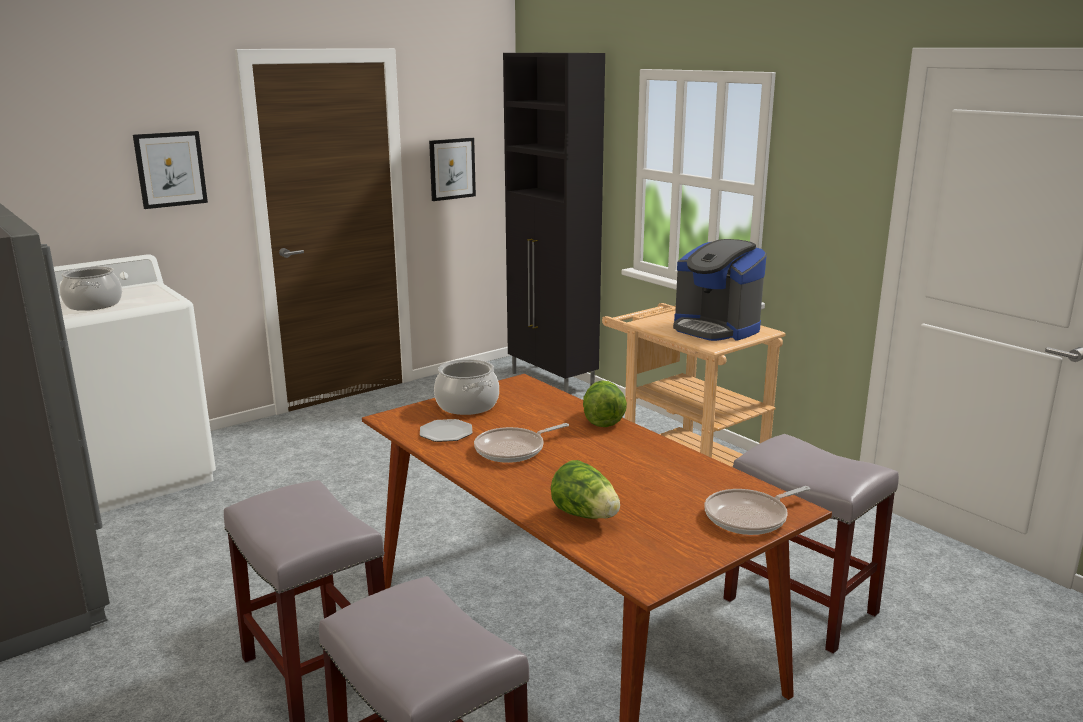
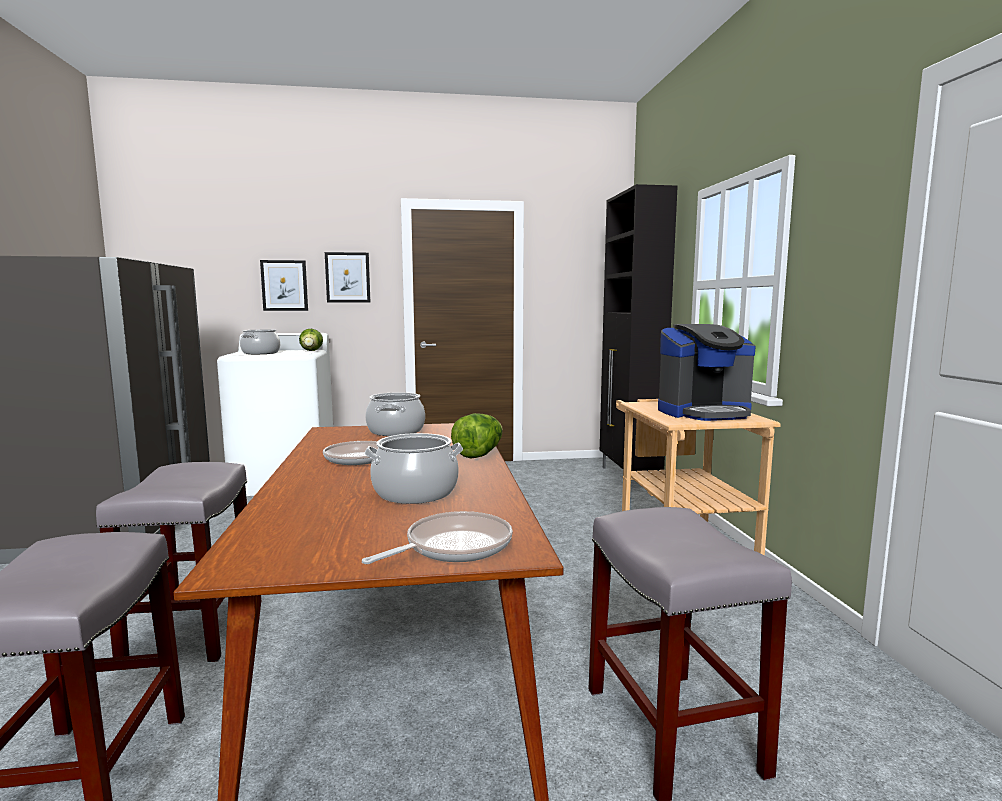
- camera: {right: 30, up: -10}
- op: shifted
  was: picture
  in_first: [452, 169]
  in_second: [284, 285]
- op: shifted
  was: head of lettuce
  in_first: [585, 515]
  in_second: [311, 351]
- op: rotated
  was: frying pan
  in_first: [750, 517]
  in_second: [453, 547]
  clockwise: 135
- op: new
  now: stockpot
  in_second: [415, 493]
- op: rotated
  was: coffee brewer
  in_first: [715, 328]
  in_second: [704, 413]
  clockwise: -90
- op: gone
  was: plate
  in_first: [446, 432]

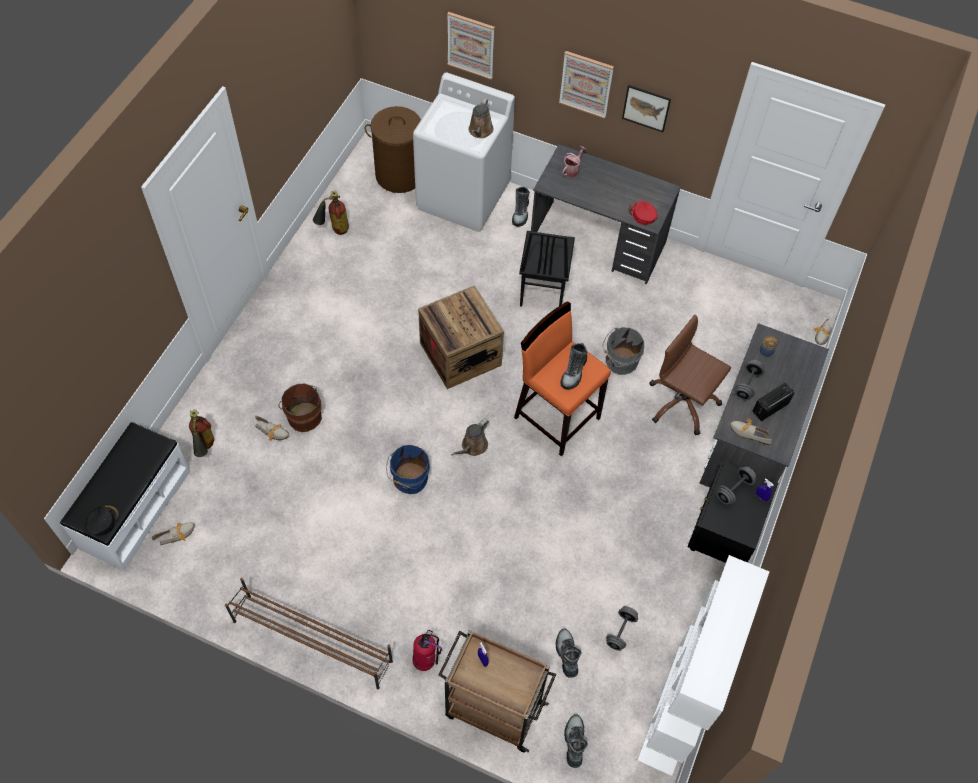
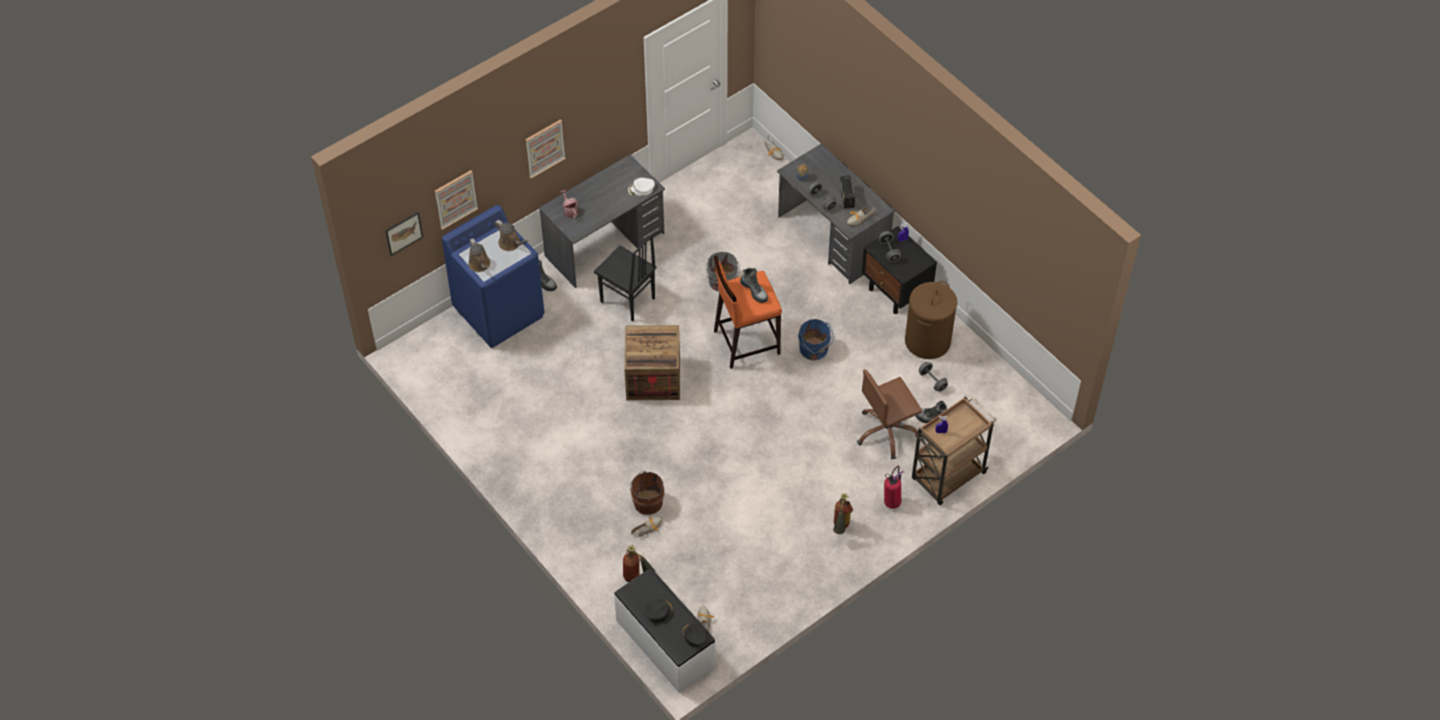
- camera: {right: -60, up: -5}
- op: shifted
  was: picture
  in_first: [646, 108]
  in_second: [403, 233]
- op: repainted
  was: washing machine in white-coloured
  now: washing machine in bluish
  in_first: [463, 196]
  in_second: [499, 312]
- op: shifted
  was: watering can in brown
  in_first: [472, 446]
  in_second: [480, 265]
- op: repainted
  was: cap in red-coloured
  now: cap in white-coloured
  in_first: [642, 214]
  in_second: [641, 189]
- op: new
  now: cap in black
  in_second: [659, 611]
- op: shifted
  was: water bucket in bluish
  in_first: [409, 479]
  in_second: [814, 350]
- op: shifted
  was: extinguisher
  in_first: [334, 230]
  in_second: [840, 529]
- op: shifted
  was: desk chair in brown
  in_first: [682, 403]
  in_second: [887, 432]
- op: shifted
  was: laundry basket in brown
  in_first: [399, 175]
  in_second: [927, 341]
- op: gone
  was: shoe stand in brown
  in_first: [311, 640]
- op: gone
  was: tall boot
  in_first: [574, 742]
- op: gone
  was: shelving unit in white-coloured
  in_first: [676, 709]

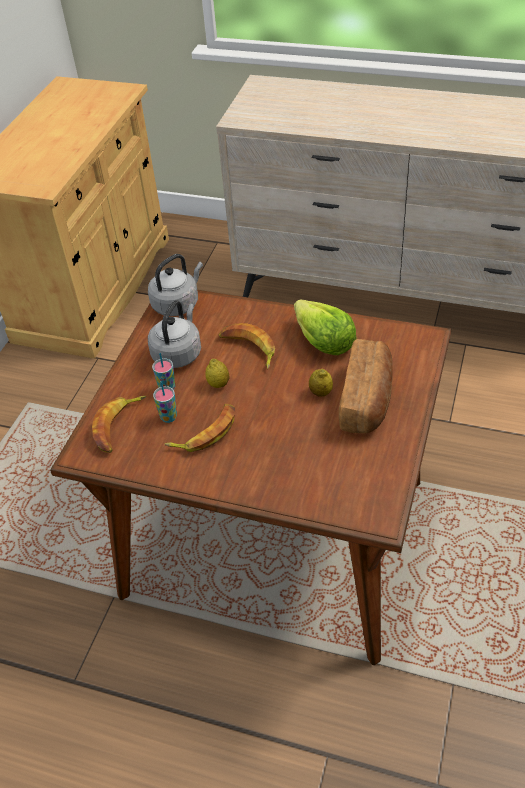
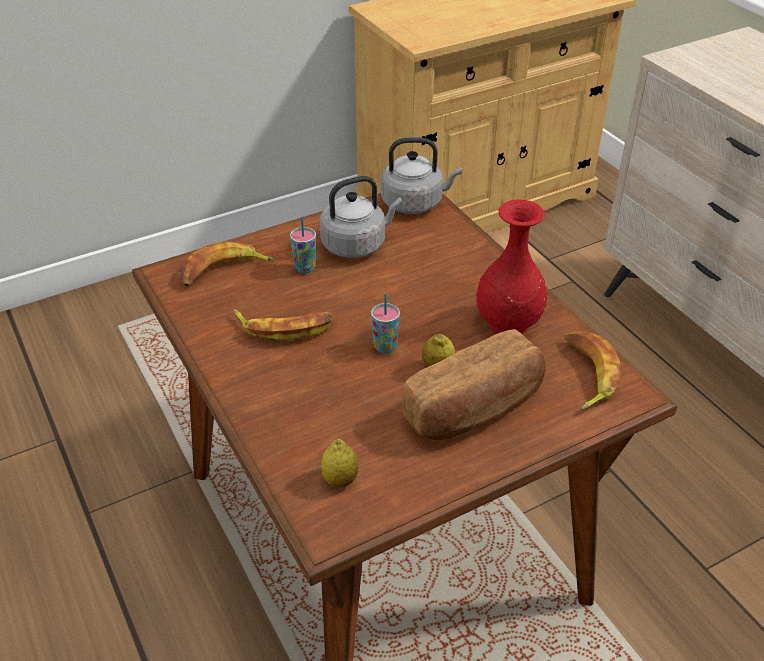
- camera: {right: 40, up: -5}
- op: shifted
  was: citrus fruit
  in_first: [218, 384]
  in_second: [340, 479]
- op: shifted
  was: cup
  in_first: [168, 417]
  in_second: [385, 347]
- op: swapped
  was: head of lettuce
  now: decorative vase in red-coloured
  in_first: [323, 342]
  in_second: [507, 323]
- op: shifted
  was: banana fruit
  in_first: [248, 349]
  in_second: [586, 373]

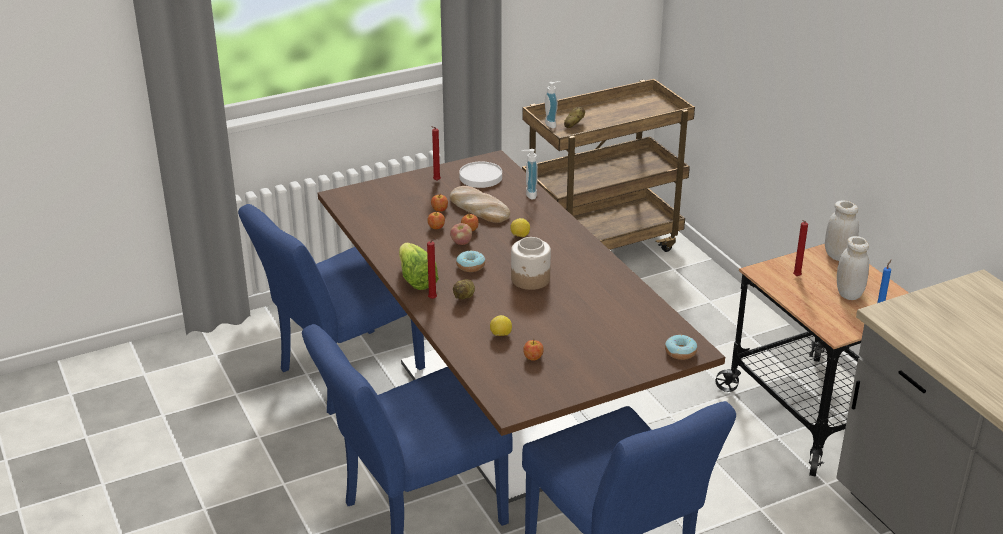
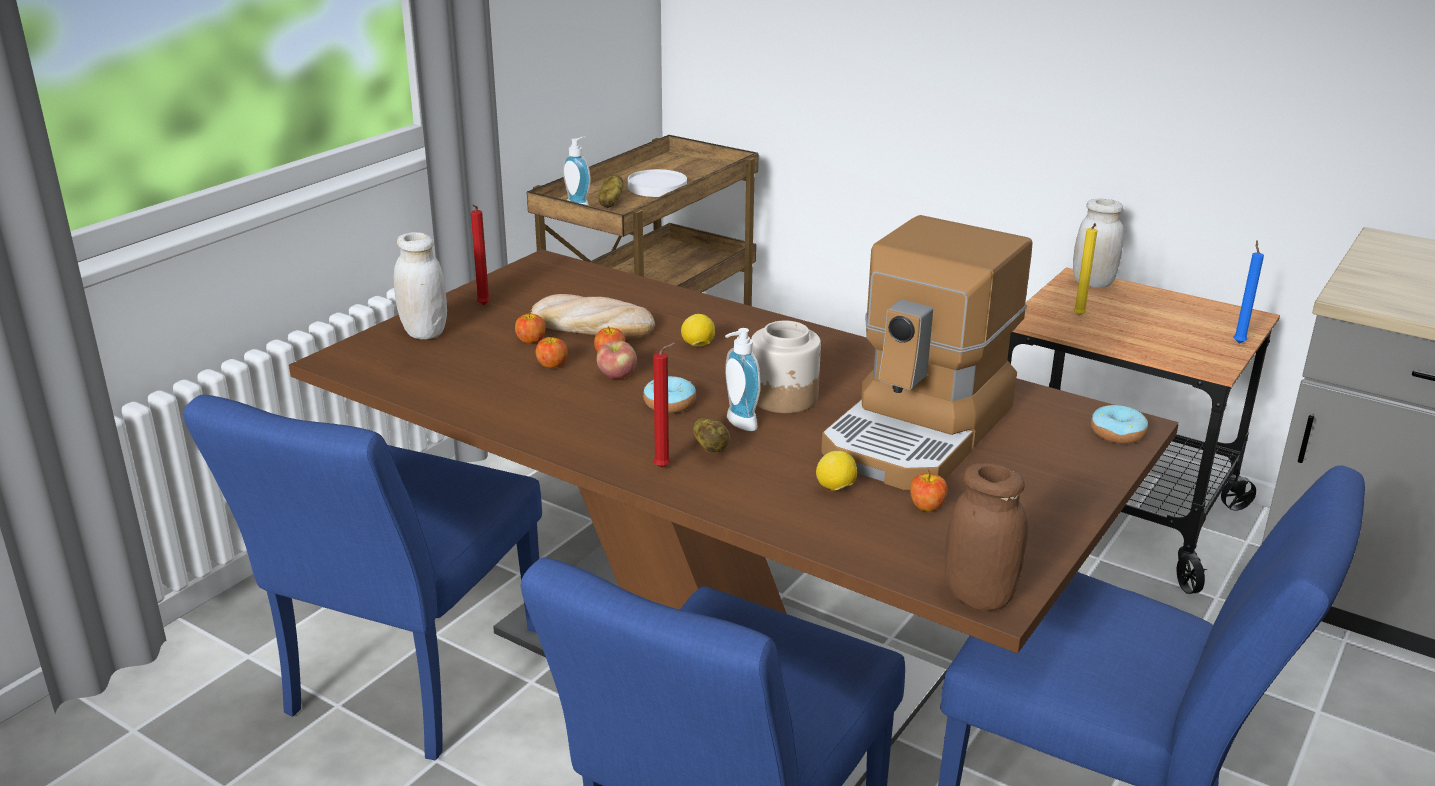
- camera: {right: -30, up: -5}
- op: shifted
  was: preserve jar in white-coloured
  in_first: [849, 294]
  in_second: [424, 332]
- op: shifted
  was: plate in white-coloured
  in_first: [480, 177]
  in_second: [656, 187]
- op: shifted
  was: soap dispenser
  in_first: [528, 194]
  in_second: [737, 424]
- op: new
  now: coffee brewer
  in_second: [921, 432]
- op: new
  now: preserve jar in brown
  in_second: [979, 597]
- op: repainted
  was: candle in red-coloured
  now: candle in yellowish
  in_first: [796, 277]
  in_second: [1079, 316]
- op: gone
  was: head of lettuce
  in_first: [416, 279]

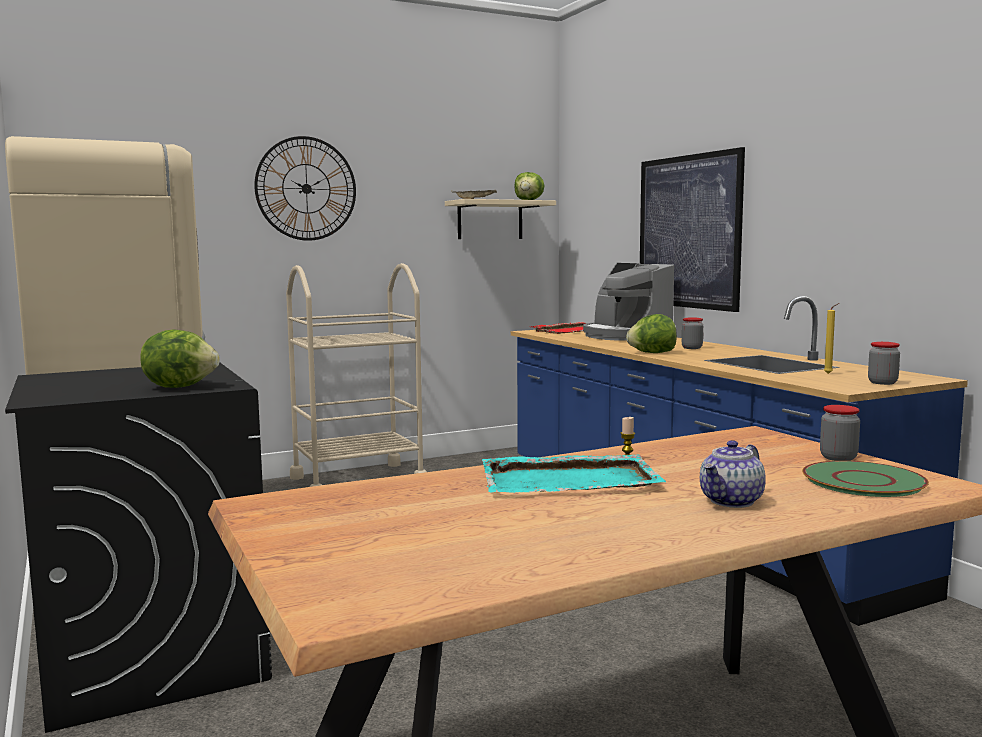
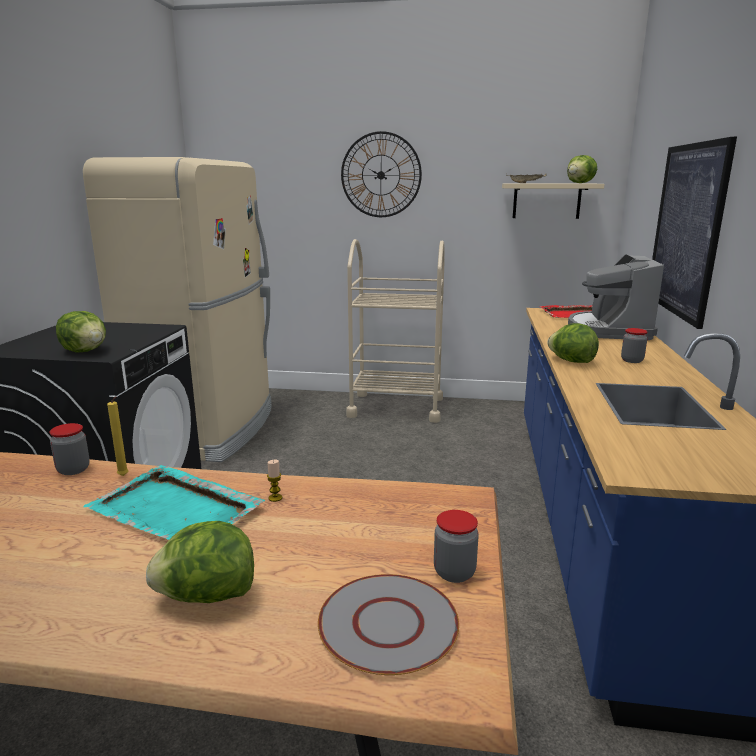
- camera: {right: 35, up: 10}
- op: shifted
  was: preserve jar
  in_first: [882, 383]
  in_second: [73, 469]
- op: shifted
  was: candle in yellowish
  in_first: [829, 374]
  in_second: [124, 476]
- op: swapped
  was: teapot
  now: head of lettuce
  in_first: [732, 501]
  in_second: [207, 596]
- op: repainted
  was: plate in green
  now: plate in grey
  in_first: [863, 481]
  in_second: [389, 624]

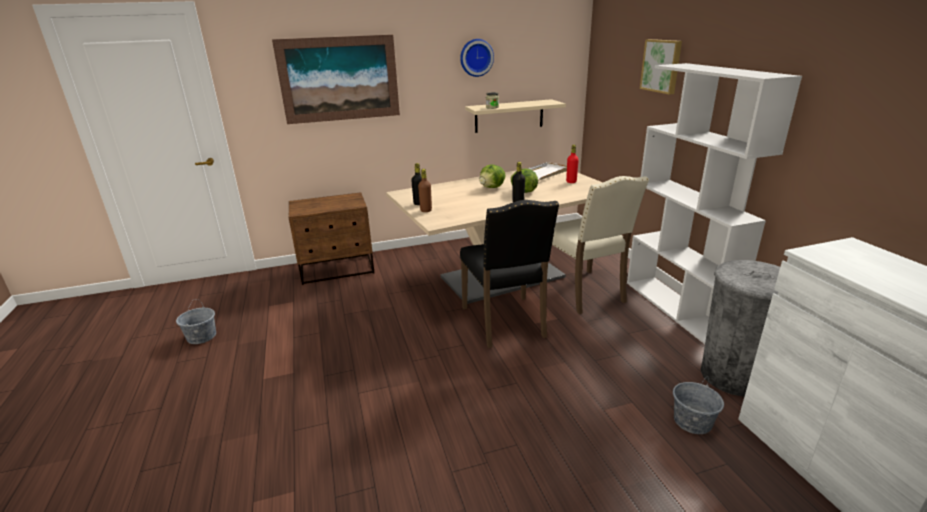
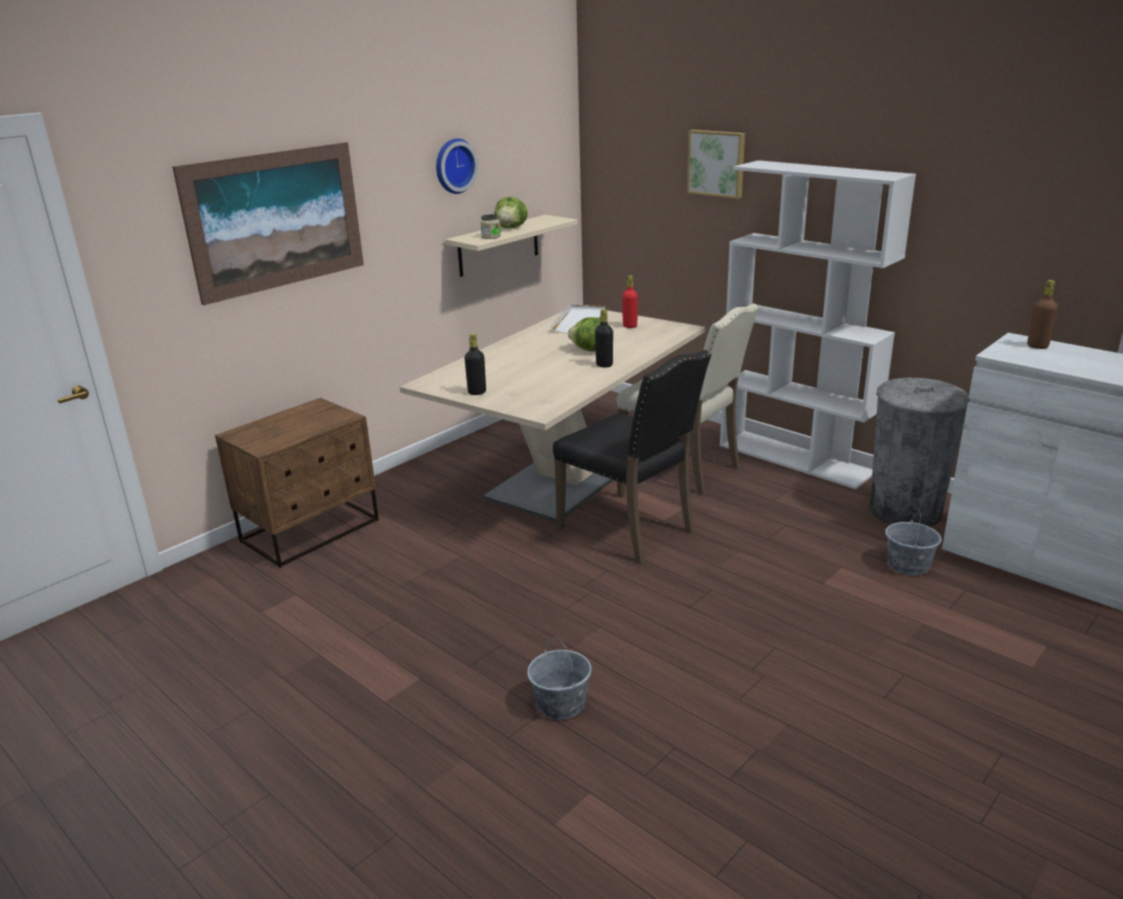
- camera: {right: -30, up: 0}
- op: shifted
  was: head of lettuce
  in_first: [492, 187]
  in_second: [511, 228]
- op: shifted
  was: water bucket in grey
  in_first: [202, 336]
  in_second: [560, 703]
- op: shifted
  was: bottle in brown
  in_first: [426, 210]
  in_second: [1037, 346]

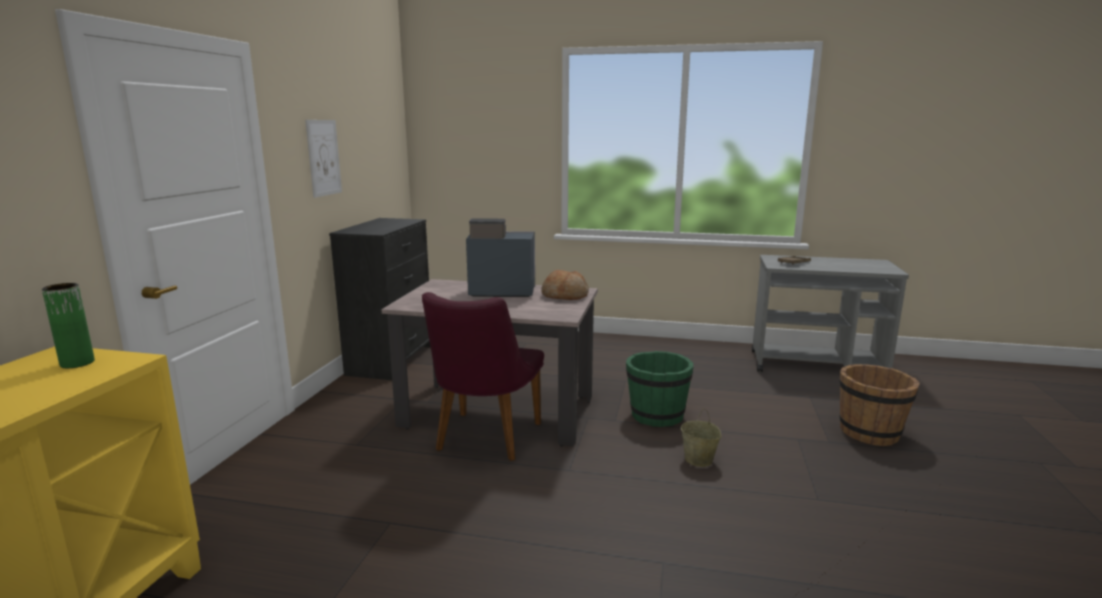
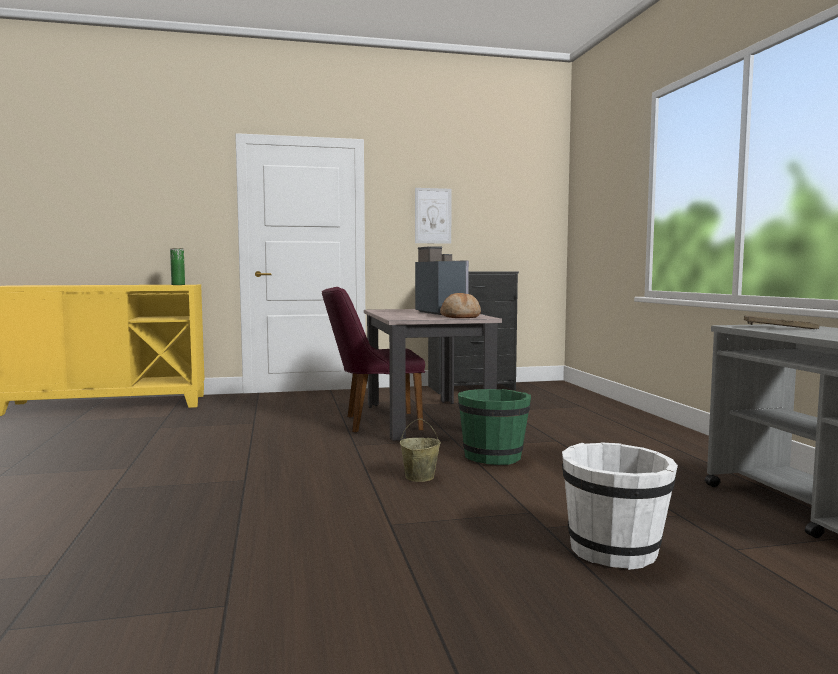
- camera: {right: 65, up: -10}
- op: repainted
  was: water bucket in brown
  now: water bucket in white-coloured
  in_first: [870, 433]
  in_second: [614, 550]

